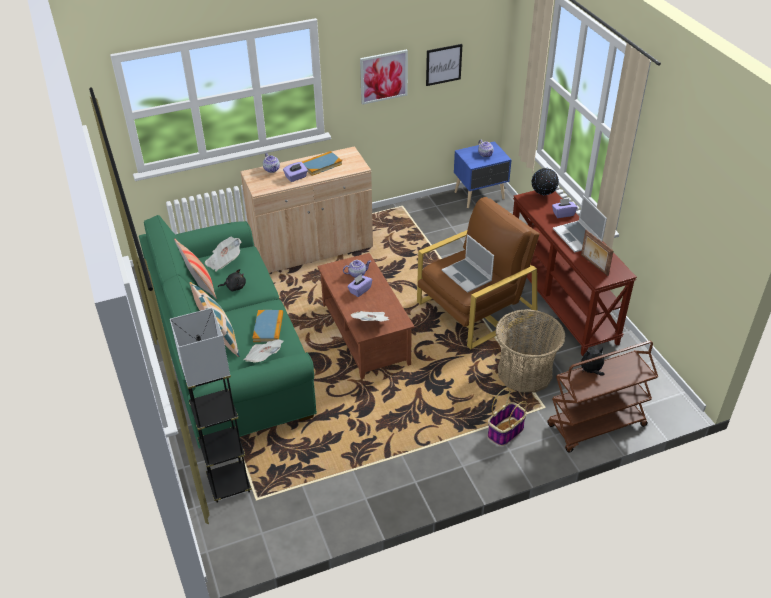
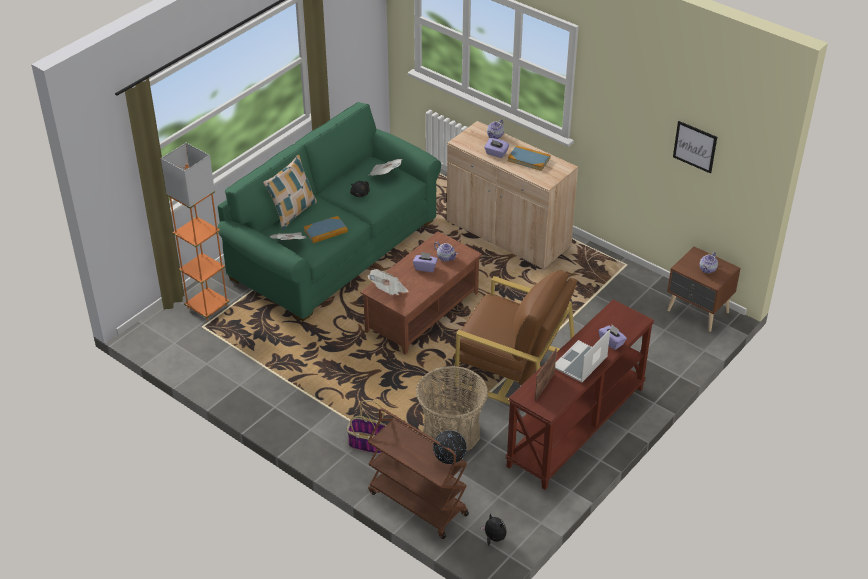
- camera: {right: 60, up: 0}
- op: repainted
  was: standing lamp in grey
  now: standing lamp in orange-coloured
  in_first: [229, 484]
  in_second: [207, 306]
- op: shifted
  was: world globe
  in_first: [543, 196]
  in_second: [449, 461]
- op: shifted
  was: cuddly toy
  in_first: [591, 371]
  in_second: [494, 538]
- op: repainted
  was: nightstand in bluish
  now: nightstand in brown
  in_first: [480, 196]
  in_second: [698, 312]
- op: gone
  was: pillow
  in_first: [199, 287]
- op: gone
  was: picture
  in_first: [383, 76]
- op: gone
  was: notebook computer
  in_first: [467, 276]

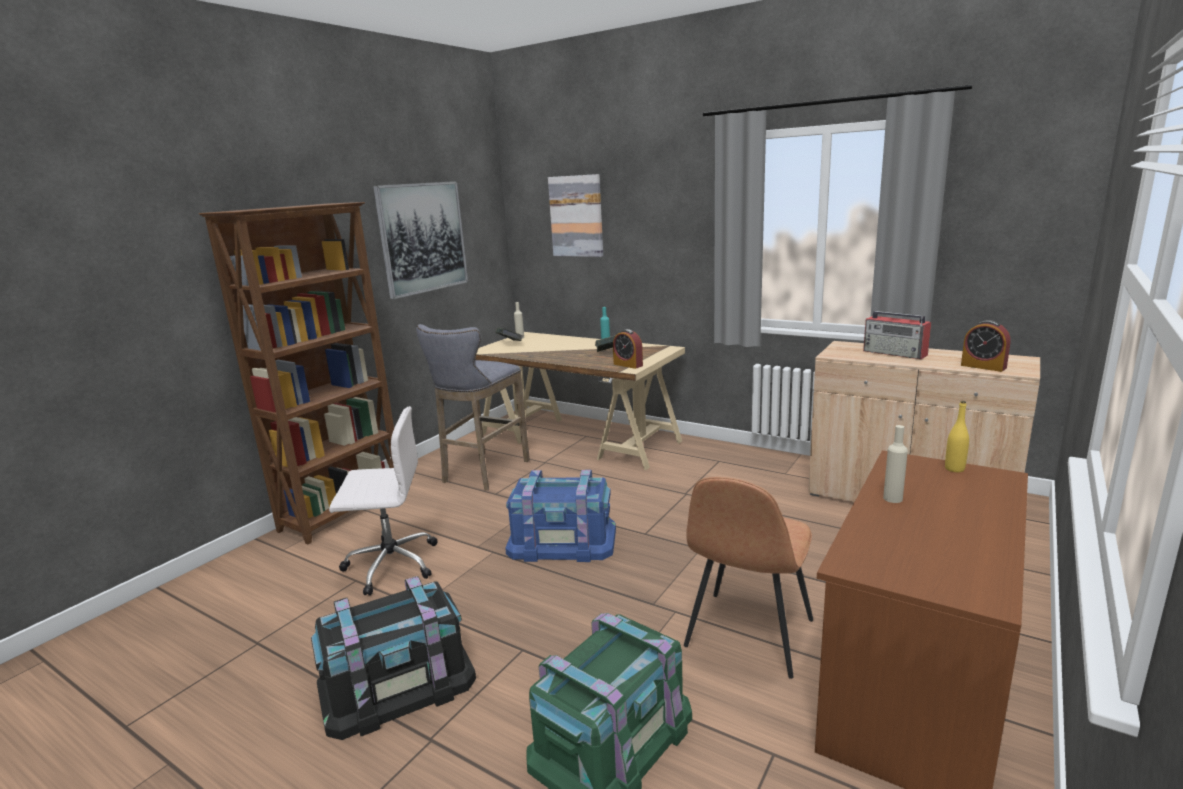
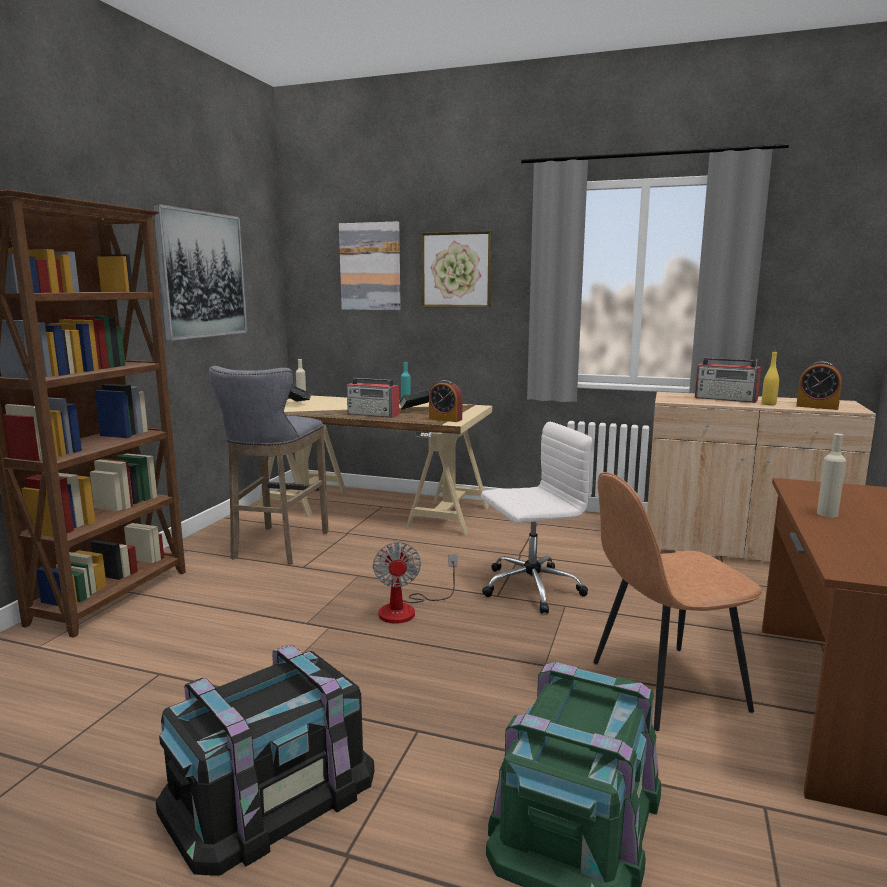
- camera: {right: -15, up: -5}
- op: new
  now: radio
  in_second: [373, 414]
- op: swapped
  was: storage bin in bluish
  now: fan
  in_first: [562, 541]
  in_second: [407, 609]
- op: new
  now: picture
  in_second: [456, 270]
- op: shifted
  was: desk chair in white-coloured
  in_first: [390, 564]
  in_second: [529, 588]
- op: rotated
  was: chair in brown
  in_first: [748, 635]
  in_second: [664, 686]
  clockwise: 60
- op: shifted
  was: bottle in yellowish
  in_first: [954, 469]
  in_second: [768, 404]

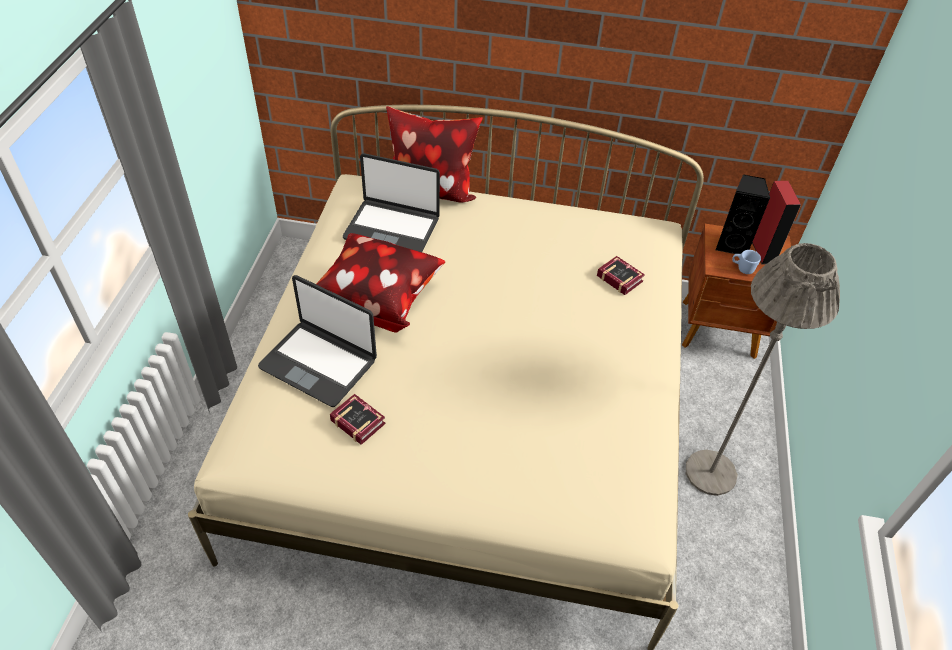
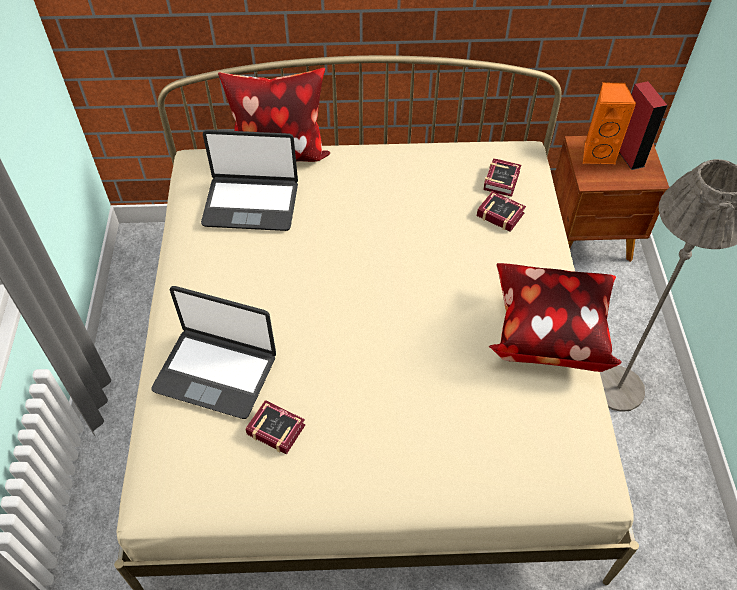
- camera: {right: -10, up: 5}
- op: new
  now: volume
  in_second: [503, 179]
- op: shifted
  was: pillow
  in_first: [377, 300]
  in_second: [547, 333]
- op: repainted
  was: audio speaker in black
  now: audio speaker in orange-coloured
  in_first: [732, 244]
  in_second: [597, 154]
- op: gone
  was: tea mug in bluish
  in_first: [742, 268]

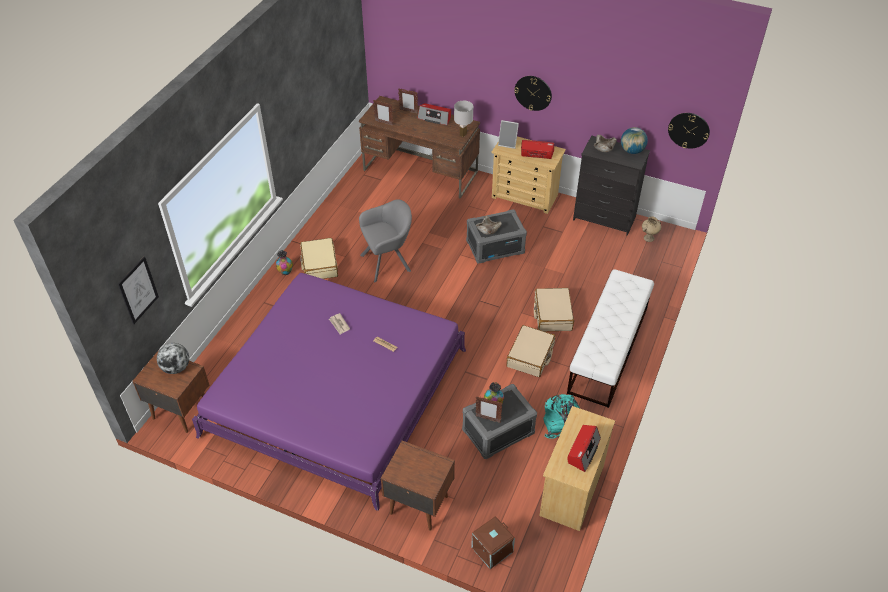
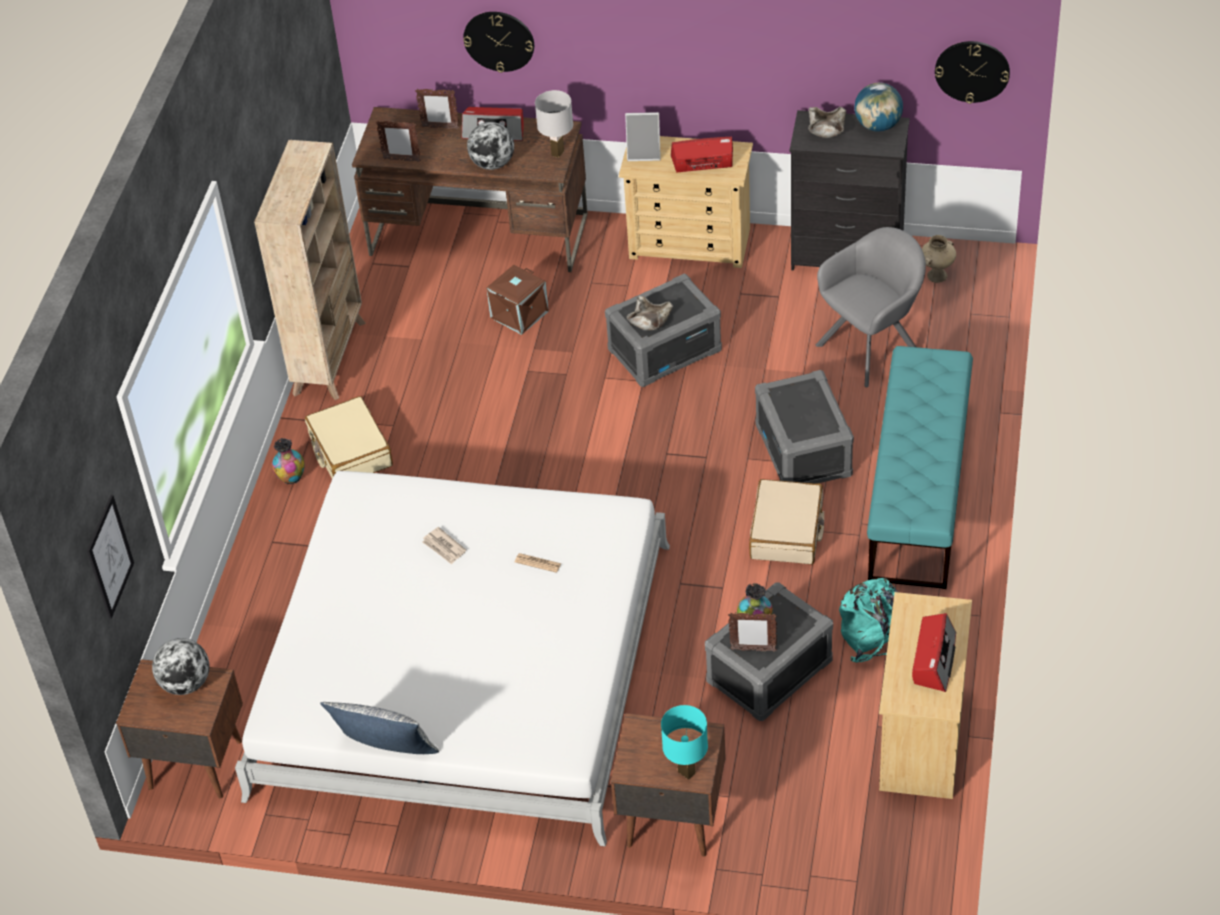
- camera: {right: -10, up: 0}
- op: repainted
  was: bed in purple-coloured
  now: bed in white-coloured
  in_first: [337, 392]
  in_second: [464, 668]
- op: new
  now: shelving unit in sand-coloured
  in_second: [330, 357]
- op: new
  now: pillow
  in_second: [385, 753]
- op: shifted
  was: hanging clock
  in_first: [533, 93]
  in_second: [499, 40]
- op: new
  now: world globe
  in_second: [492, 164]
- op: shifted
  was: storage bin in brown
  in_first: [492, 550]
  in_second: [520, 315]
- op: new
  now: table lamp in turquoise
  in_second: [686, 772]
- op: swapped
  was: suitcase in sand-coloured
  now: storage bin in grey
  in_first: [552, 315]
  in_second: [804, 451]
- op: shifted
  was: easy chair in grey
  in_first: [388, 262]
  in_second: [873, 347]
- op: repainted
  was: bench in white-coloured
  now: bench in turquoise
  in_first: [608, 350]
  in_second: [918, 492]

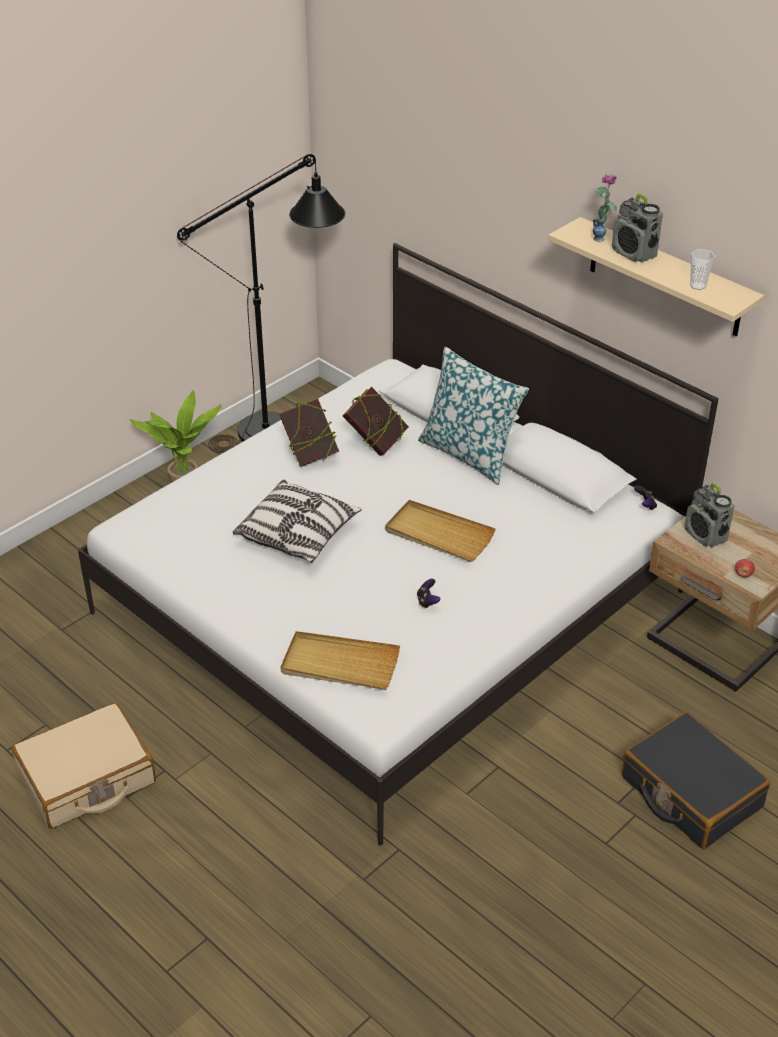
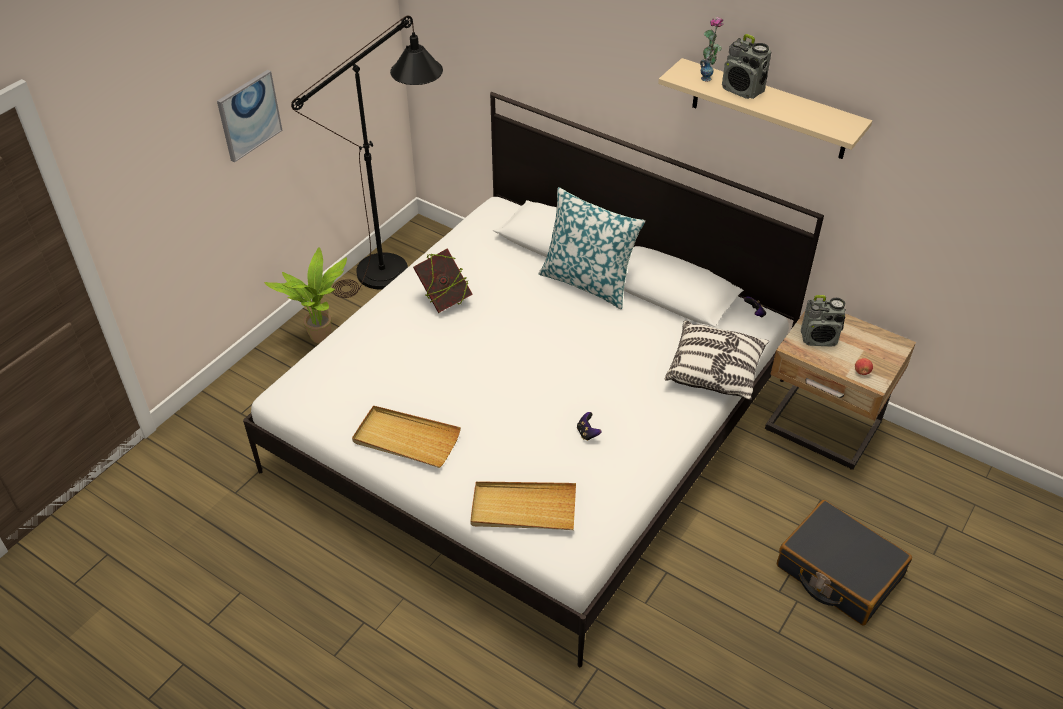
- camera: {right: -10, up: 5}
- op: new
  now: picture
  in_second: [249, 115]
- op: shifted
  was: serving tray in sand-coloured
  in_first: [438, 534]
  in_second: [406, 439]
- op: shifted
  was: pillow
  in_first: [298, 534]
  in_second: [715, 371]
- op: rotated
  was: radio
  in_first: [705, 536]
  in_second: [819, 338]
  clockwise: -45
- op: gone
  was: suitcase in sand-coloured
  in_first: [87, 778]
- op: gone
  was: volume
  in_first: [375, 443]
- op: gone
  was: cup
  in_first: [698, 286]

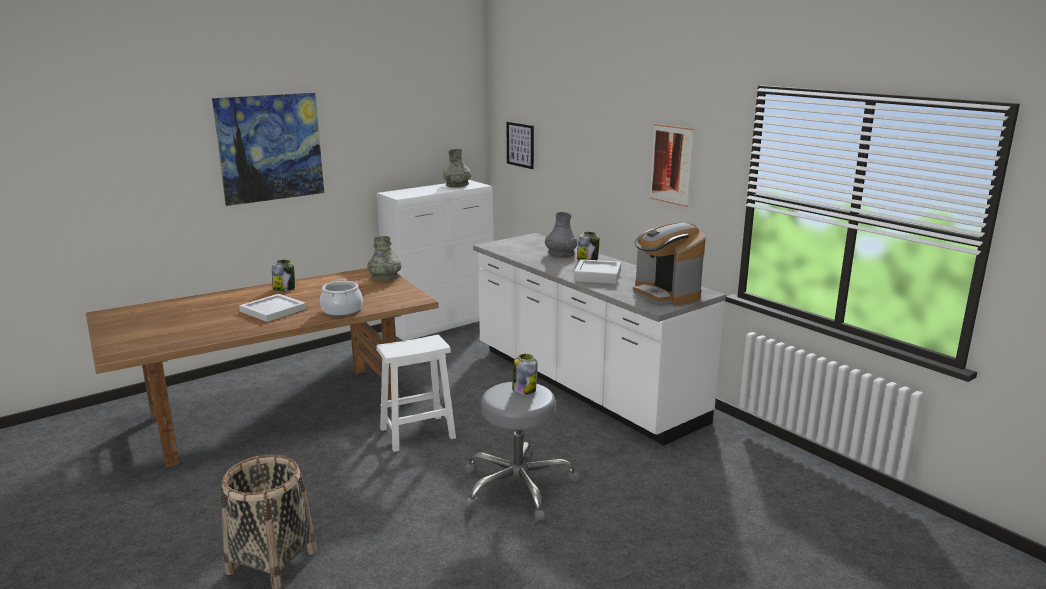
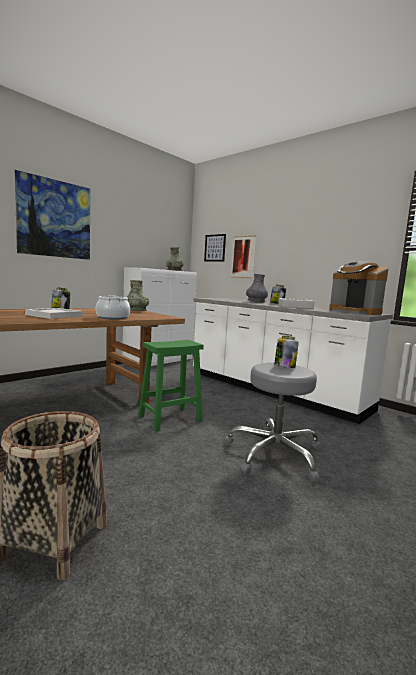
- camera: {right: -10, up: -10}
- op: repainted
  was: stool in white-coloured
  now: stool in green
  in_first: [416, 433]
  in_second: [169, 419]
- op: shifted
  was: picture
  in_first: [671, 164]
  in_second: [243, 257]

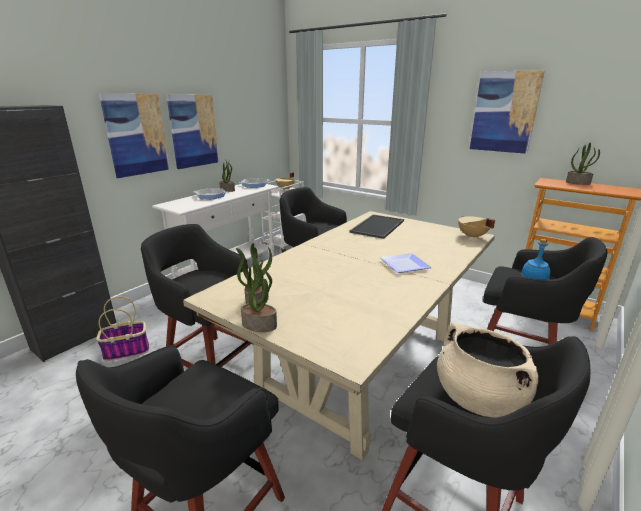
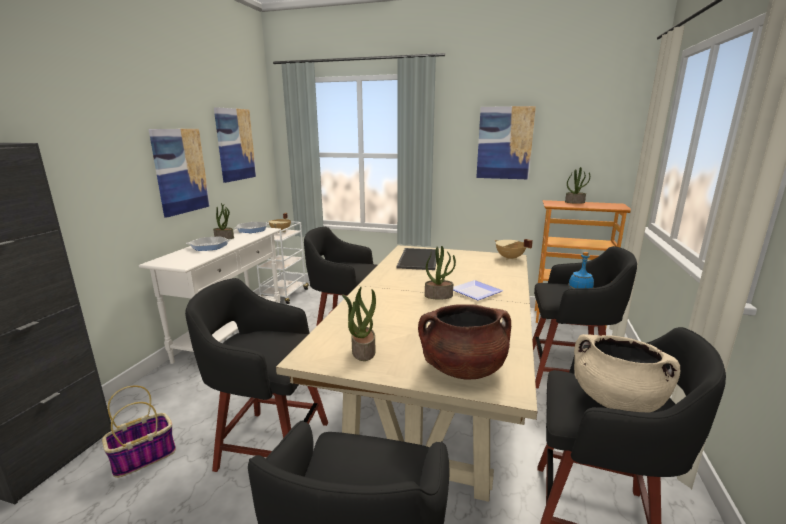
- camera: {right: -20, up: -5}
- op: shifted
  was: picture
  in_first: [136, 134]
  in_second: [235, 144]
- op: new
  now: stockpot in brown
  in_second: [463, 369]
- op: shifted
  was: potted plant
  in_first: [260, 324]
  in_second: [439, 295]

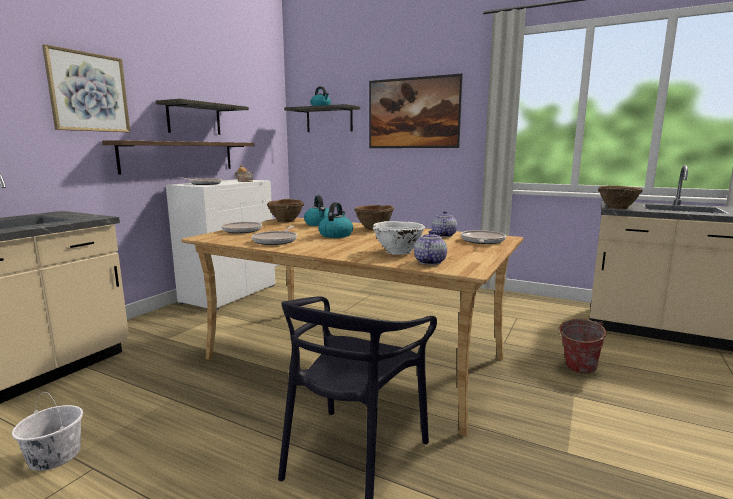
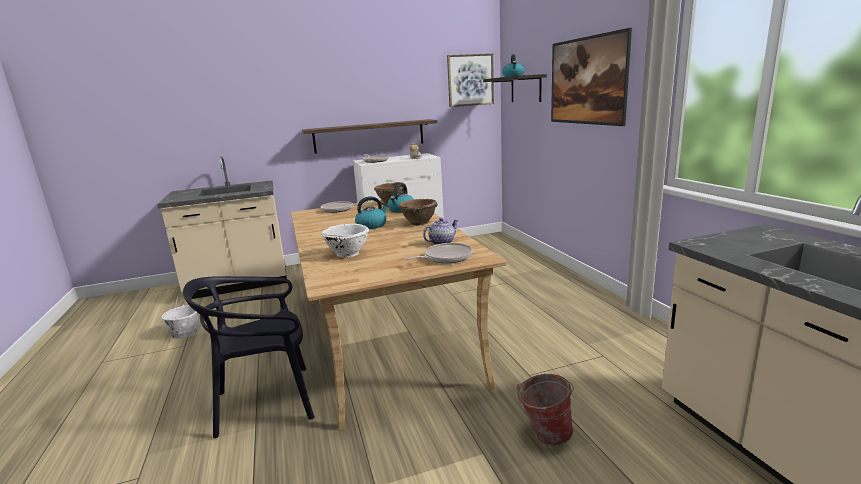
- camera: {right: 45, up: 5}
- op: shifted
  was: picture
  in_first: [88, 92]
  in_second: [470, 80]
- op: gone
  was: bracket shelf
  in_first: [194, 119]
- op: gone
  was: frying pan
  in_first: [276, 241]
- op: gone
  was: teapot
  in_first: [429, 262]
- op: gone
  was: serving bowl in brown
  in_first: [617, 208]

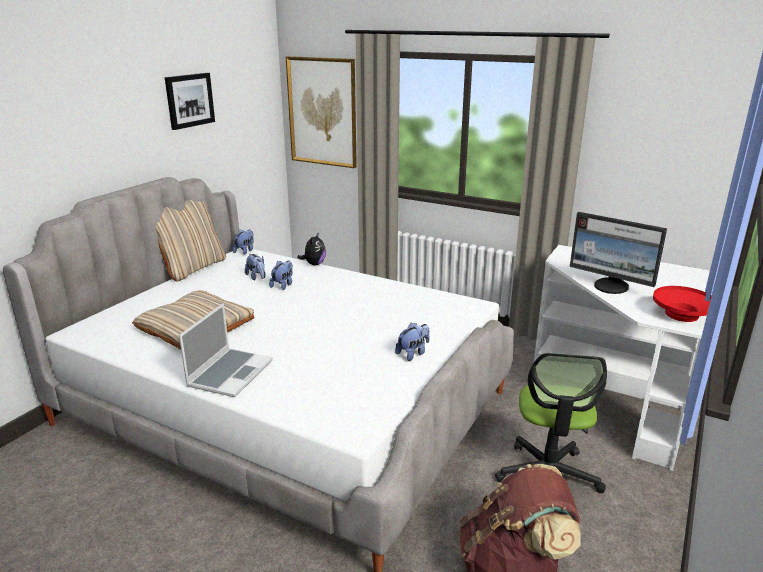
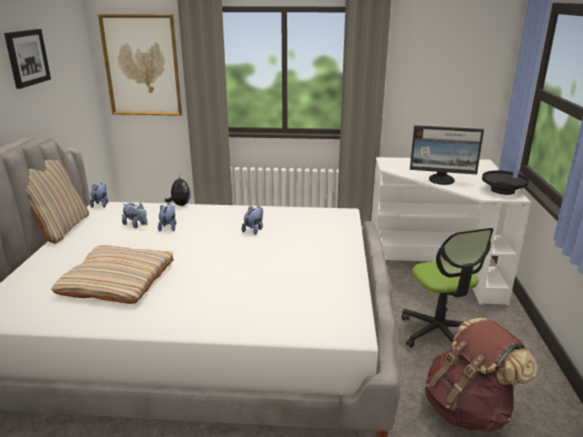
- camera: {right: -25, up: 0}
- op: shifted
  was: cuddly toy
  in_first: [413, 353]
  in_second: [254, 230]
- op: repainted
  was: serving bowl in red-coloured
  now: serving bowl in black
  in_first: [681, 315]
  in_second: [503, 190]
- op: gone
  was: notebook computer
  in_first: [230, 373]

